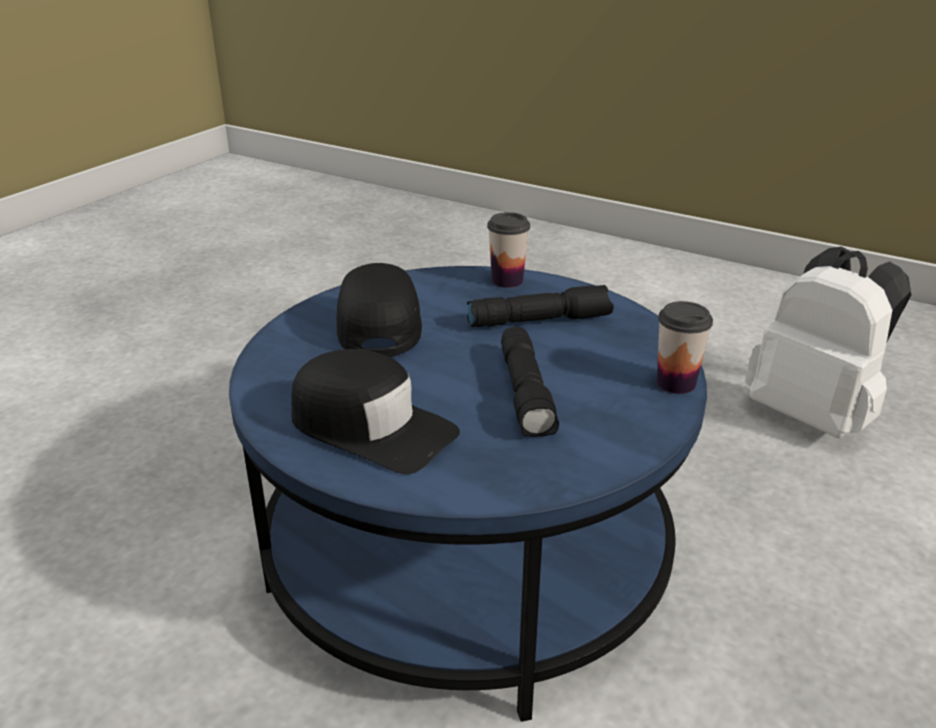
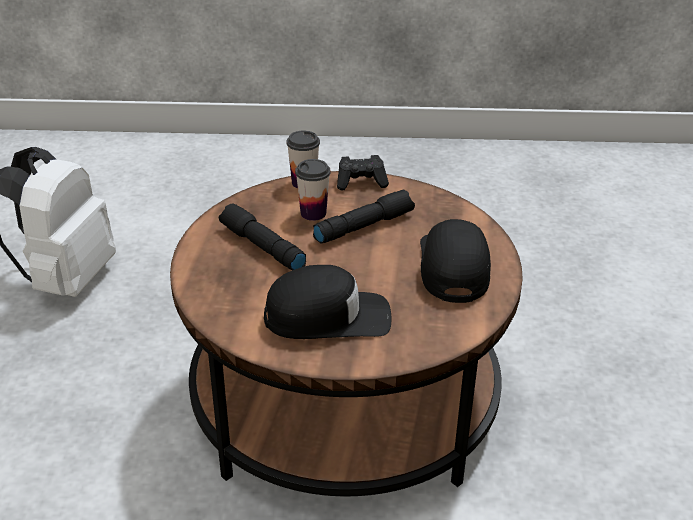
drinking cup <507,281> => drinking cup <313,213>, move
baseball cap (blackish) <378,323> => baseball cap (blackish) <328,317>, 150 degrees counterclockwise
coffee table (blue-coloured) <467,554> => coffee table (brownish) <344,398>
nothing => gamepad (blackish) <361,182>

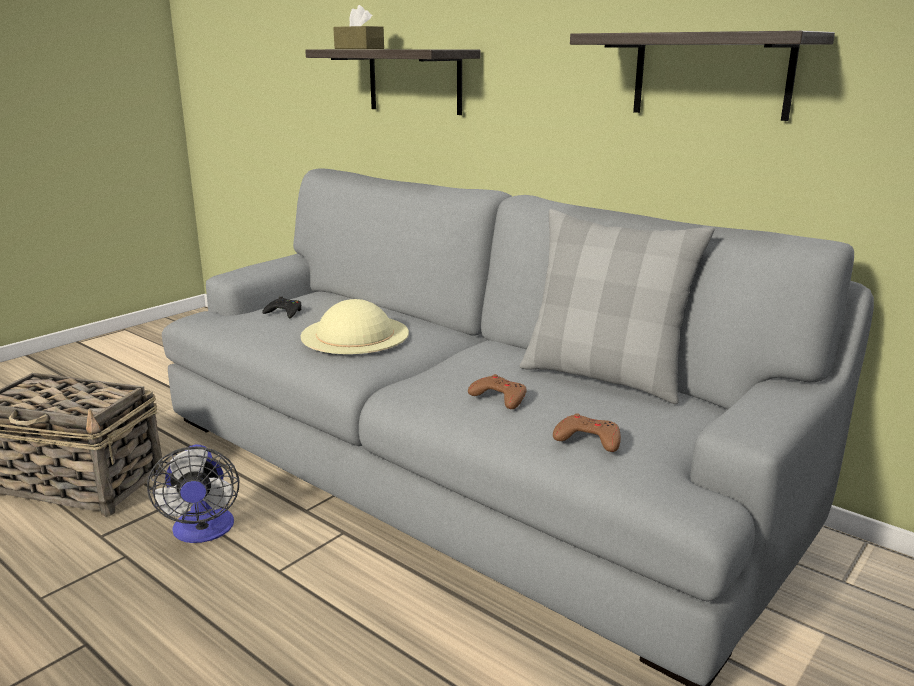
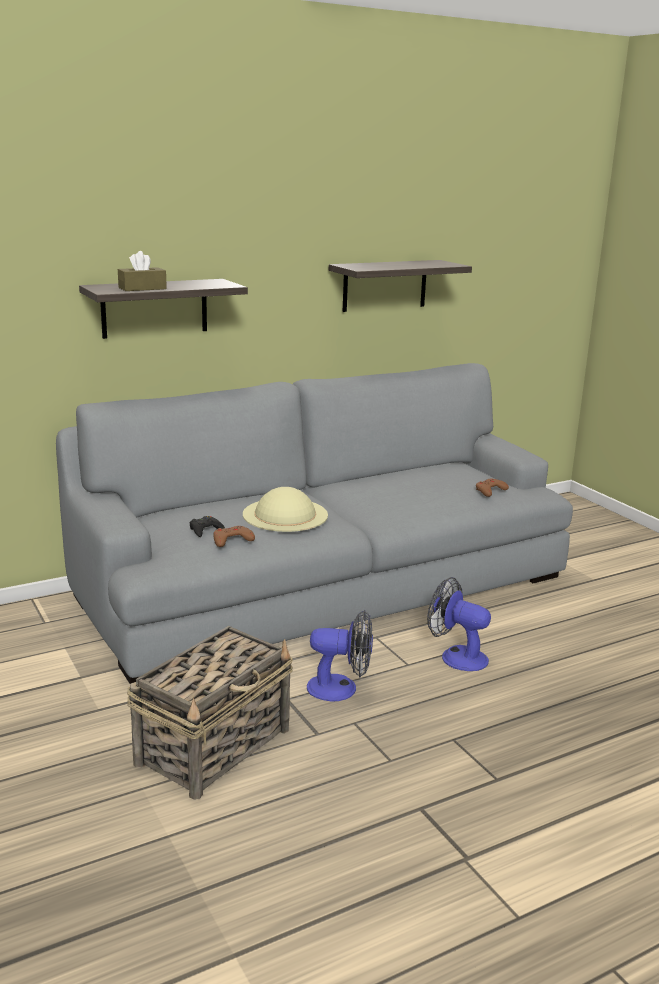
pillow (grey) <604,377> => nothing
gamepad (brownish) <499,397> => gamepad (brownish) <232,540>, move
nothing => fan <456,656>

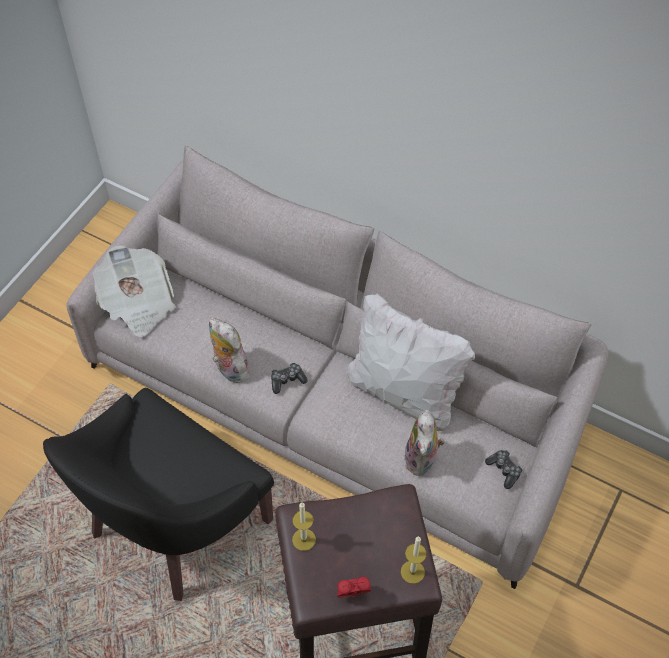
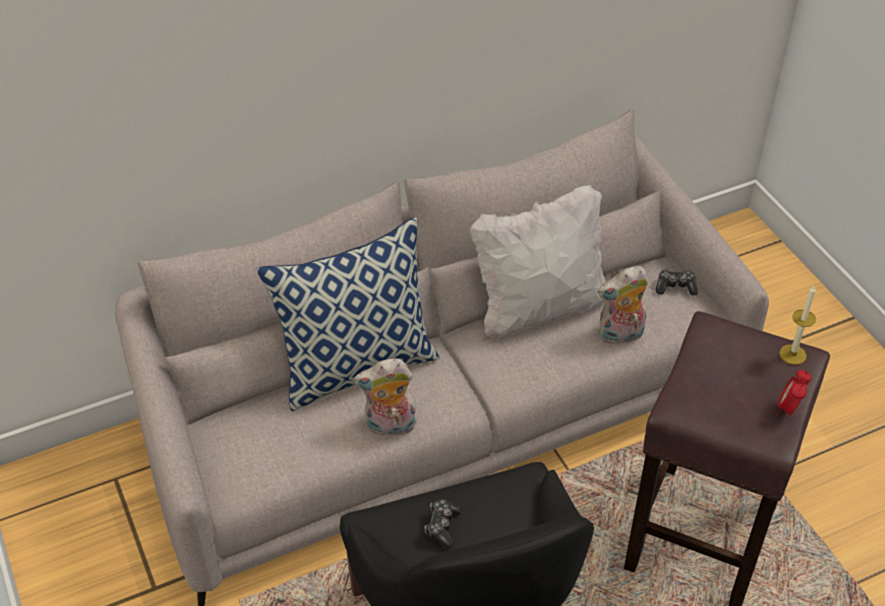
newspaper <137,303> => nothing
gamepad <287,380> => gamepad <442,526>, move
soft toy <422,460> => soft toy <620,336>, 120 degrees clockwise
wax candle <304,539> => nothing
nothing => pillow <357,366>

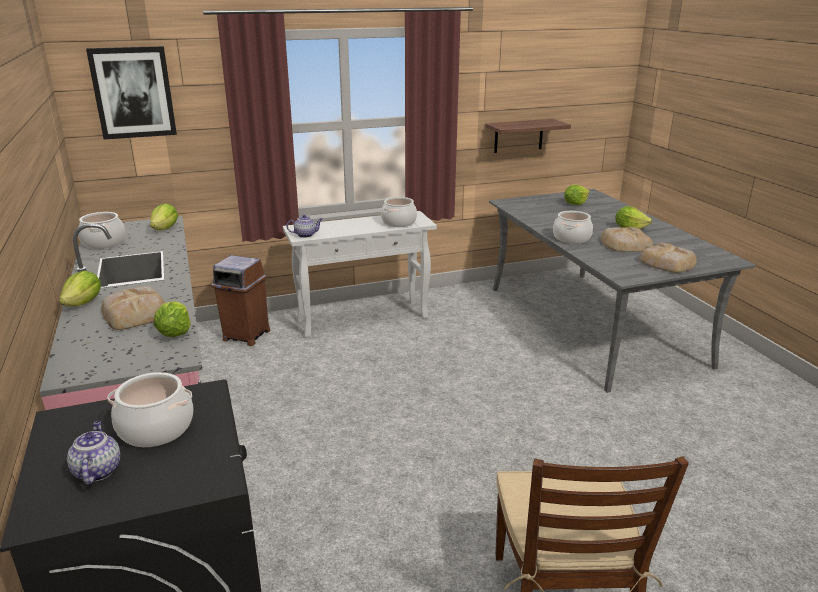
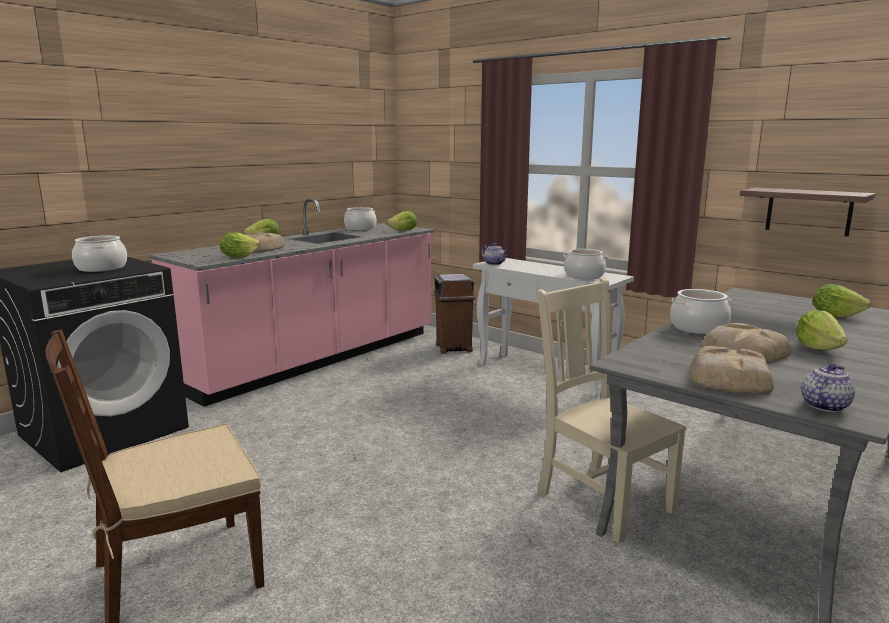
wall art <133,92> => nothing
pot for tea <97,471> => pot for tea <824,405>, move
nothing => plain chair (beige-coloured) <601,499>

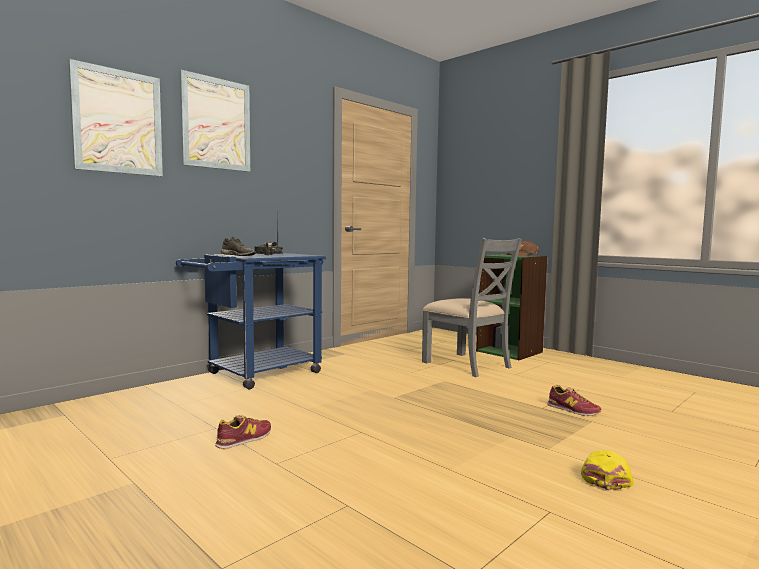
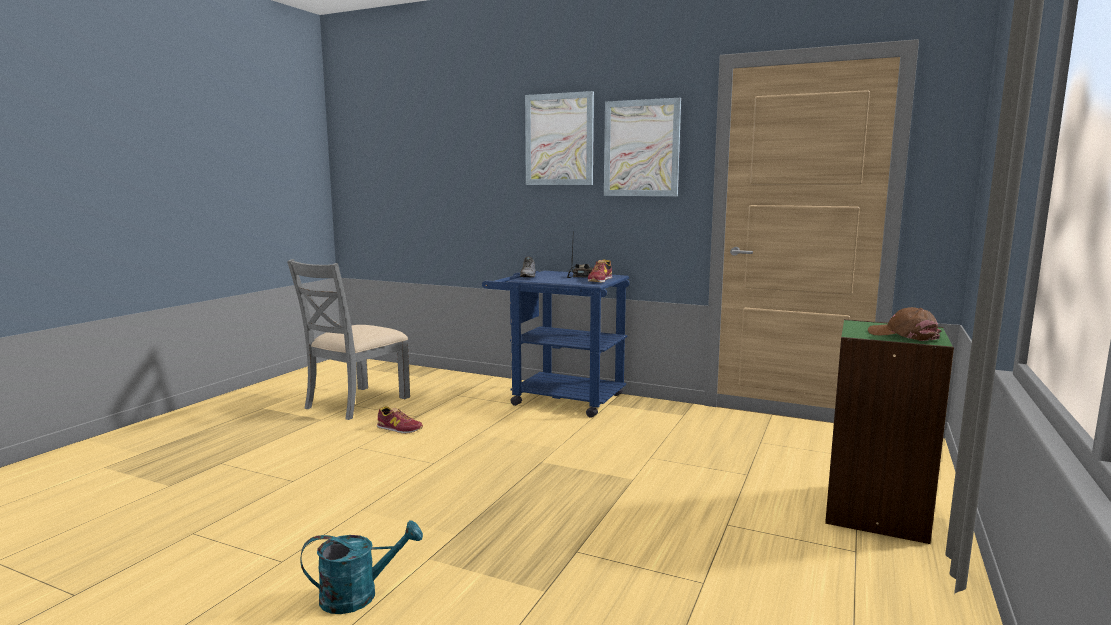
wall art <118,122> => wall art <641,148>, move
plain chair (grey) <467,365> => plain chair (grey) <356,402>, move
shoe <572,410> => shoe <600,280>, move
baseball cap (yellow-coloured) <606,477> => watering pot (blue-green) <359,595>

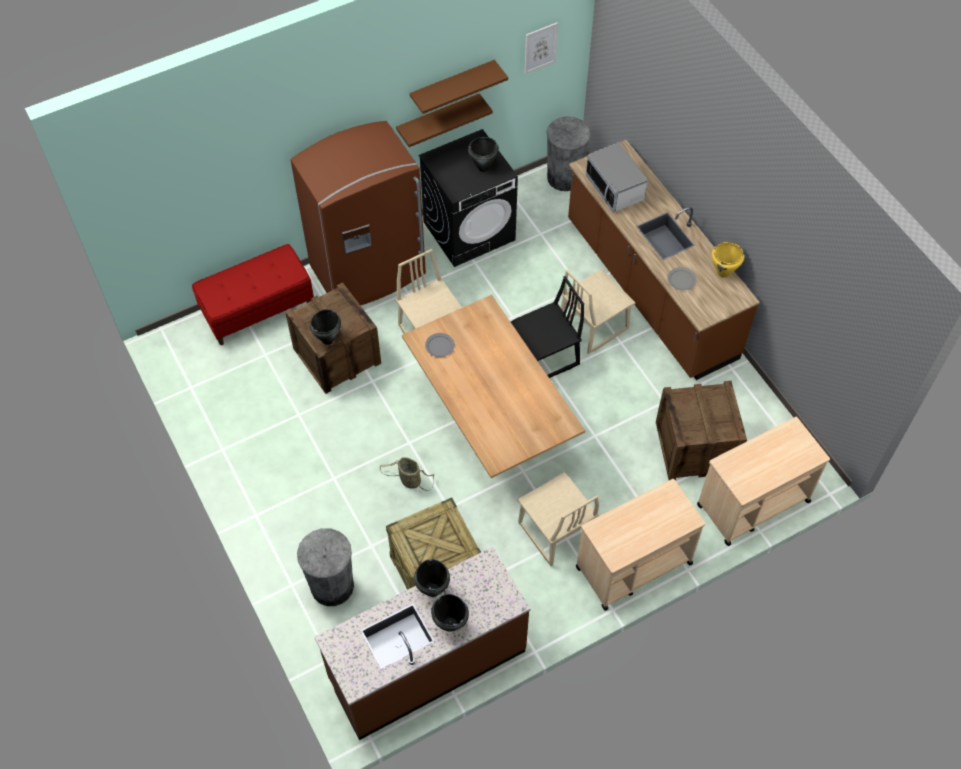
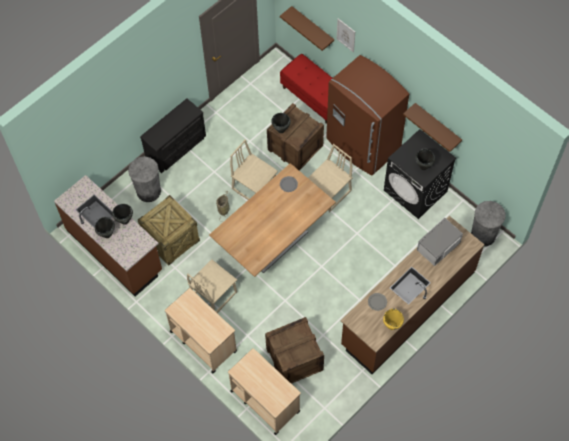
wall art <540,48> => wall art <346,35>, move
bracket shelf (brownish) <452,85> => bracket shelf (brownish) <312,27>, move
plain chair (beige-coloured) <592,325> => plain chair (beige-coloured) <254,186>, move
plain chair (blackish) <544,357> => nothing
nothing => dresser (blackish) <177,148>

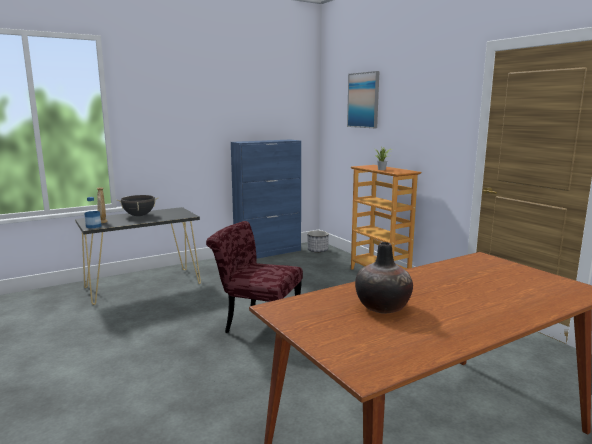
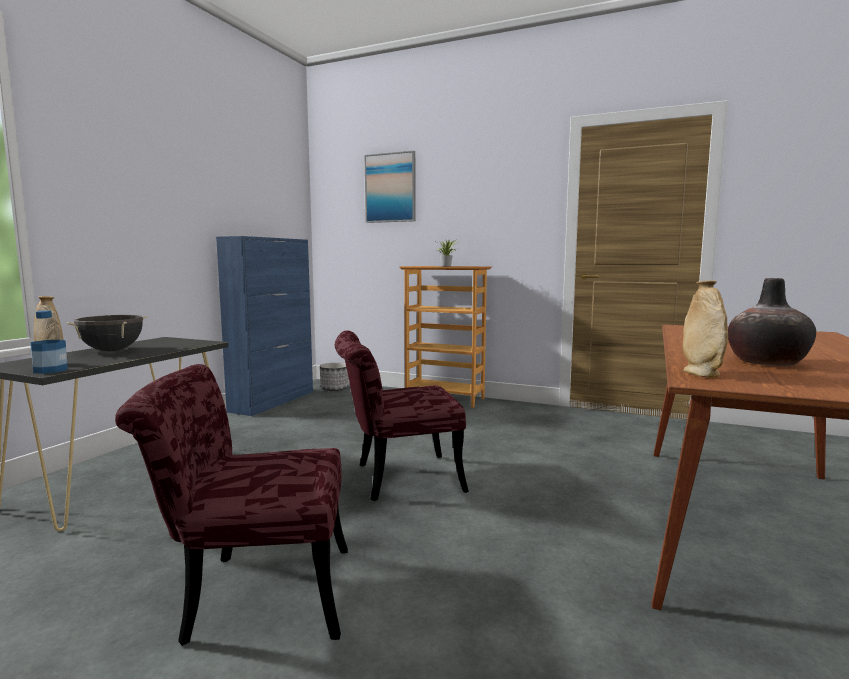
nothing => flower vase (beige-coloured) <701,374>
nothing => plain chair (reddish) <252,594>

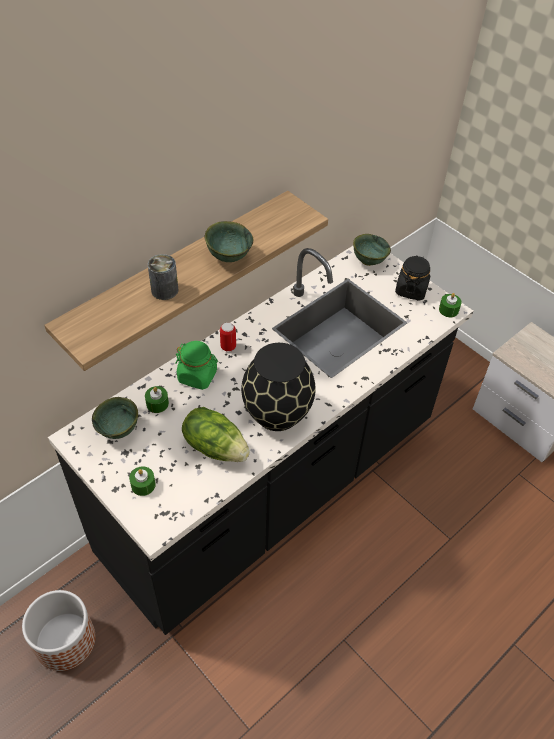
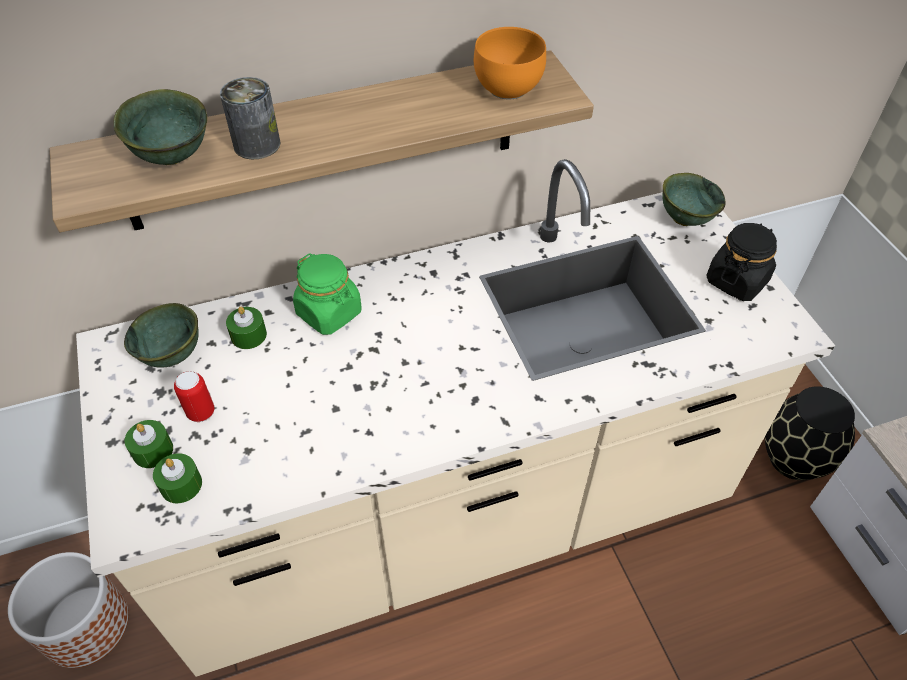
deep dish (greenish) <228,256> => deep dish (greenish) <173,156>, move
counter (blackish) <272,488> => counter (beige-coloured) <453,518>
wax candle (greenish) <448,310> => wax candle (greenish) <181,485>, move
can <228,347> => can <201,412>, move
flower vase (blackish) <278,413> => flower vase (blackish) <794,459>, move
lettuce <215,446> => nothing
nothing => deep dish (orange-coloured) <505,88>

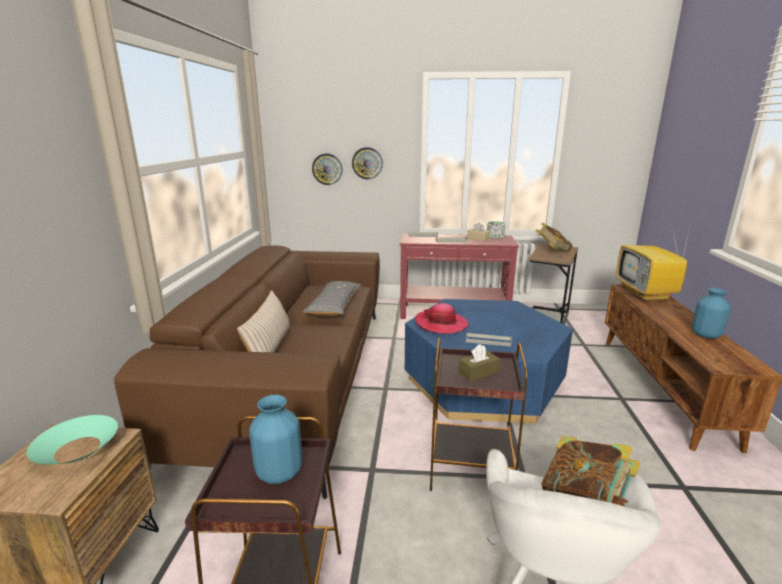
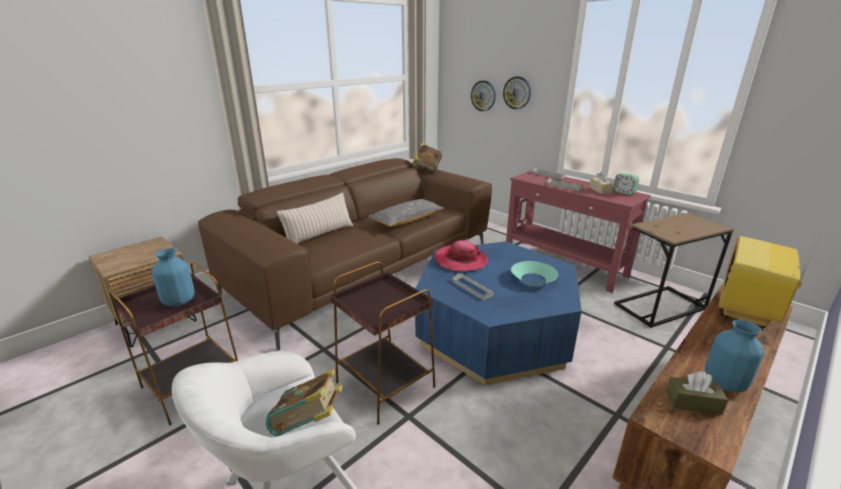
book <552,250> => book <427,169>, move
tissue box (brownish) <478,372> => tissue box (brownish) <693,402>, move
deep dish (blue-green) <77,449> => deep dish (blue-green) <533,279>, move

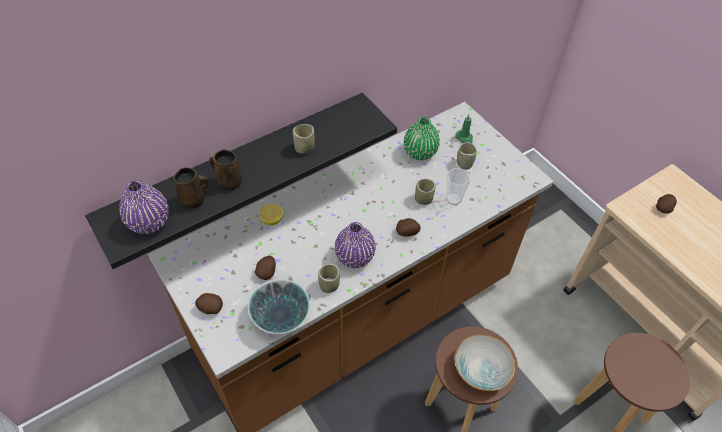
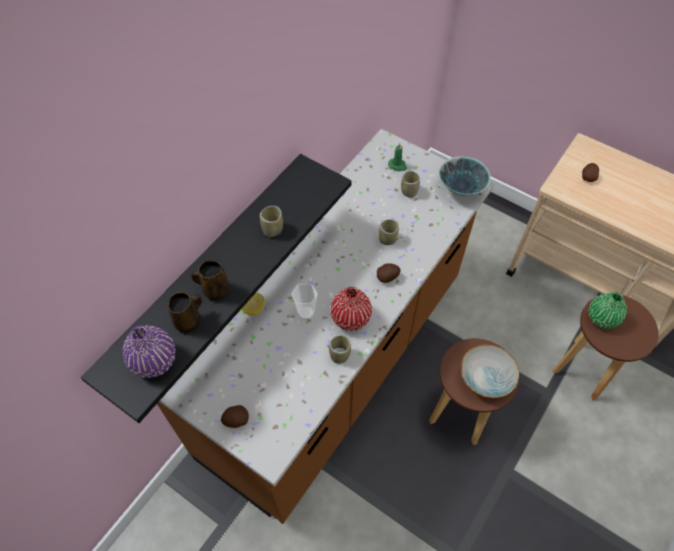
flower vase (greenish) <420,153> => flower vase (greenish) <601,318>, move
drinking cup <453,199> => drinking cup <305,313>, move
flower vase (purple-coloured) <355,257> => flower vase (reddish) <350,318>
spud <267,272> => nothing
deep dish <281,318> => deep dish <461,189>, move

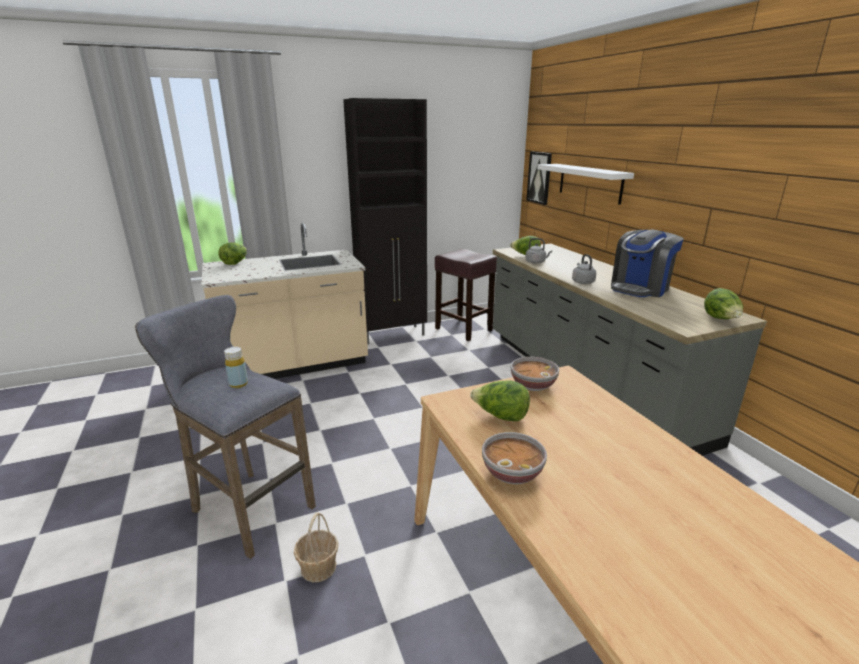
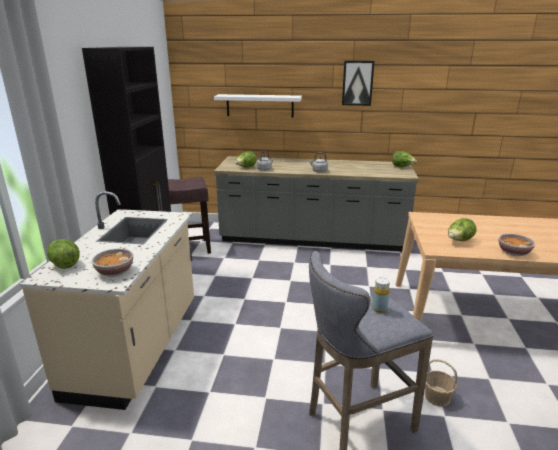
wall art <539,177> => wall art <357,83>, move
coffee brewer <640,288> => nothing
deep dish <532,385> => deep dish <114,272>, move

